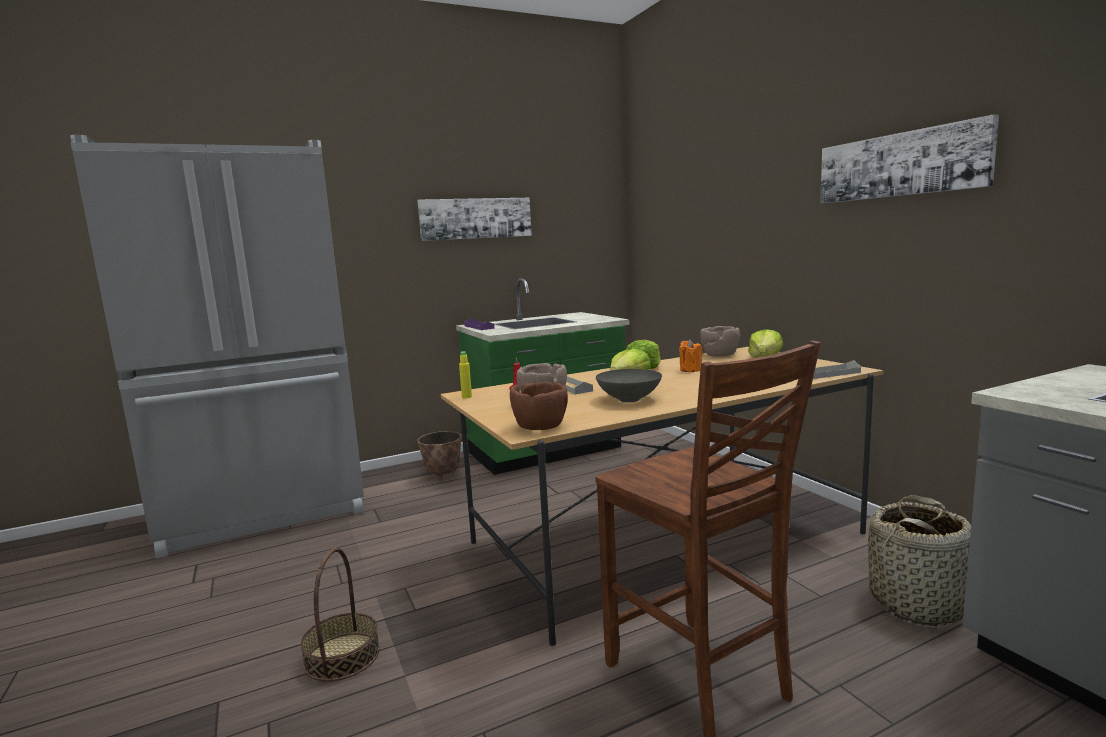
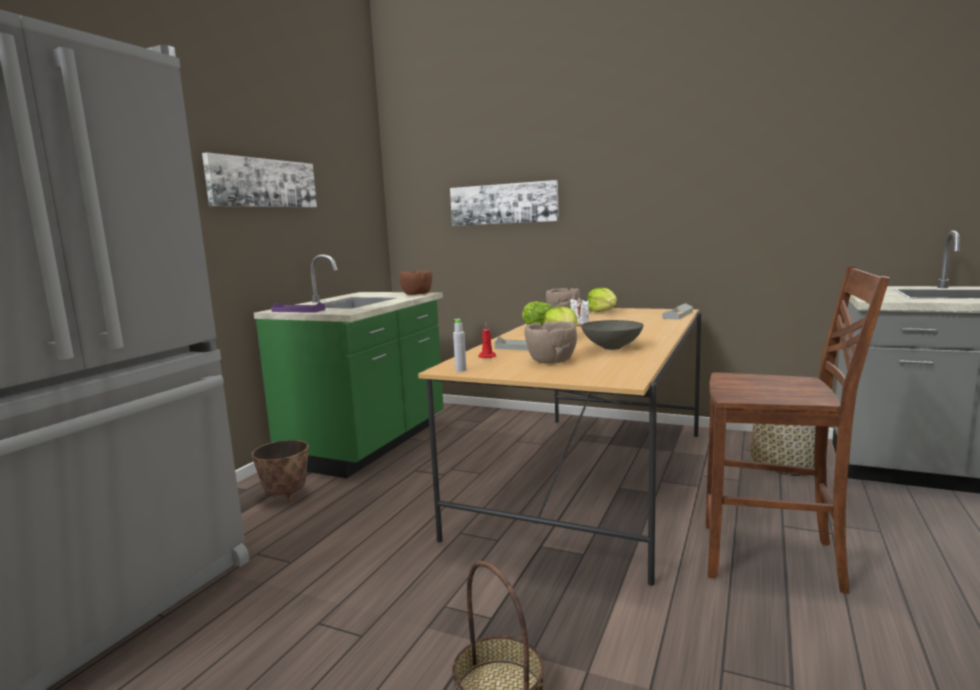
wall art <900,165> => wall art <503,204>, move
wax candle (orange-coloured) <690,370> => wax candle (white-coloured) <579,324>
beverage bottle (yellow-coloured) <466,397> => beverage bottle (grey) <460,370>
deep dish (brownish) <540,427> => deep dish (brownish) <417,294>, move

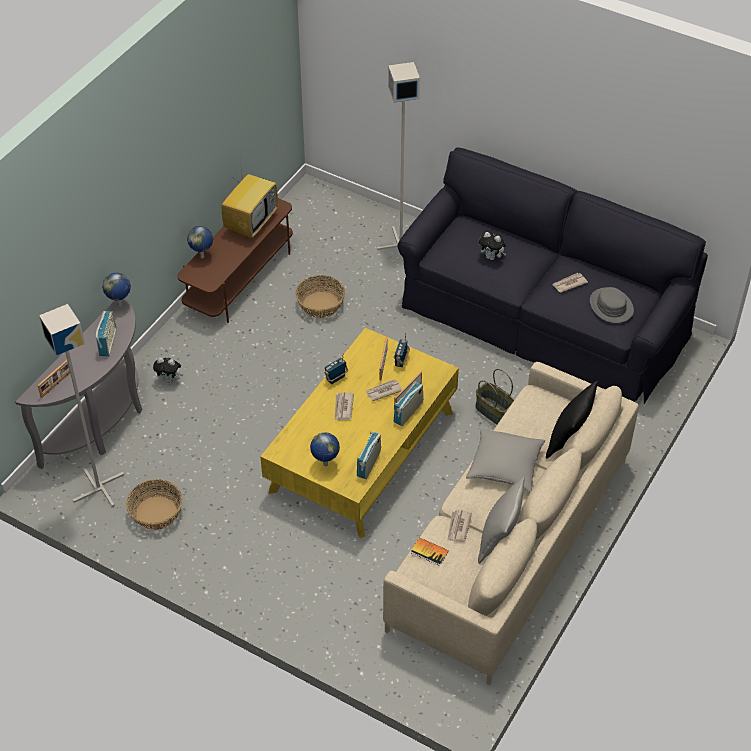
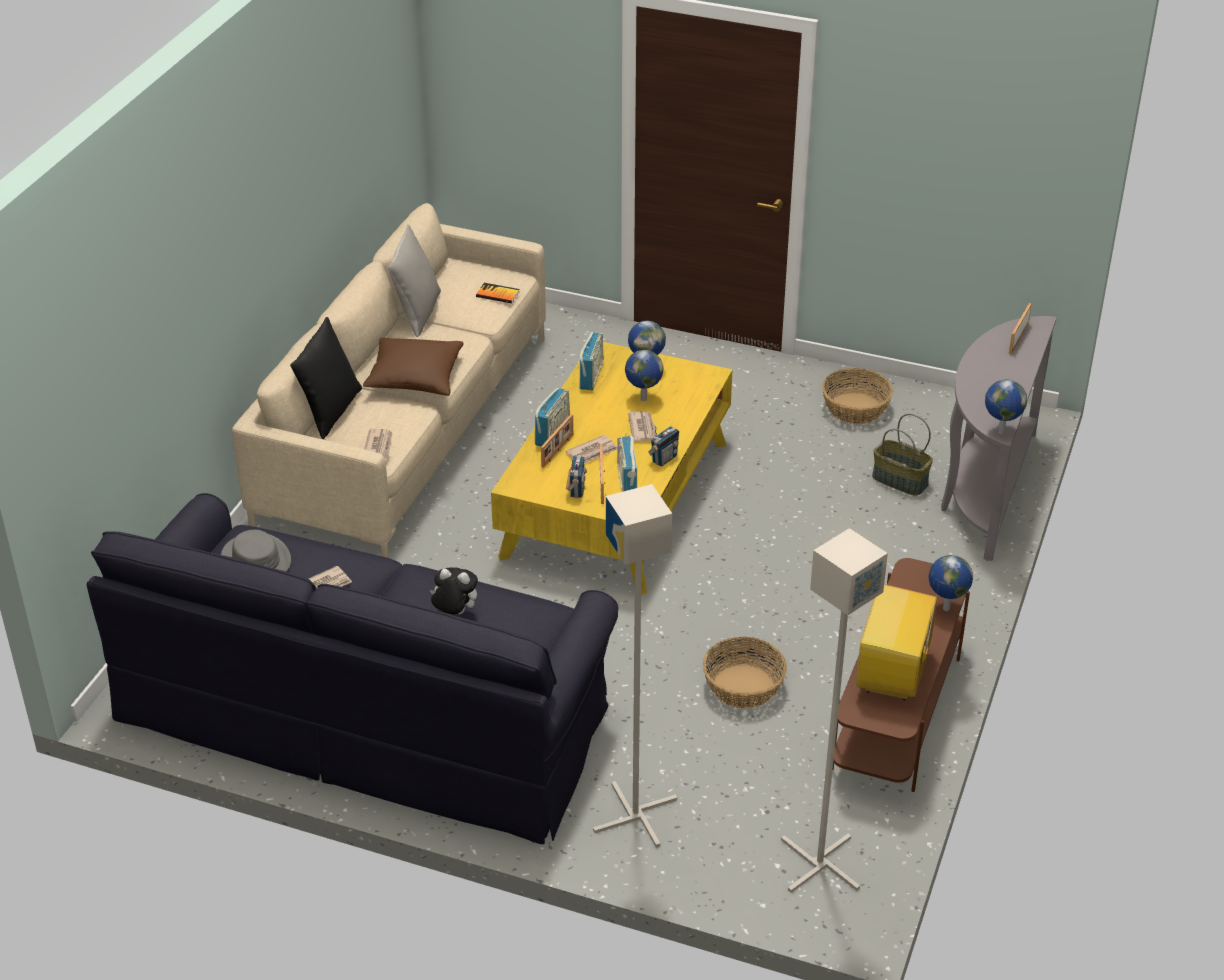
standing lamp (grey) <99,487> => standing lamp (grey) <819,865>, move
radio receiver <107,342> => radio receiver <627,482>, move
soft toy <170,380> => nothing
storage basket <494,412> => storage basket <899,481>, move
pillow (grey) <505,466> => pillow (brownish) <415,378>
newspaper <458,527> => newspaper <379,446>, move
nothing => globe <642,399>

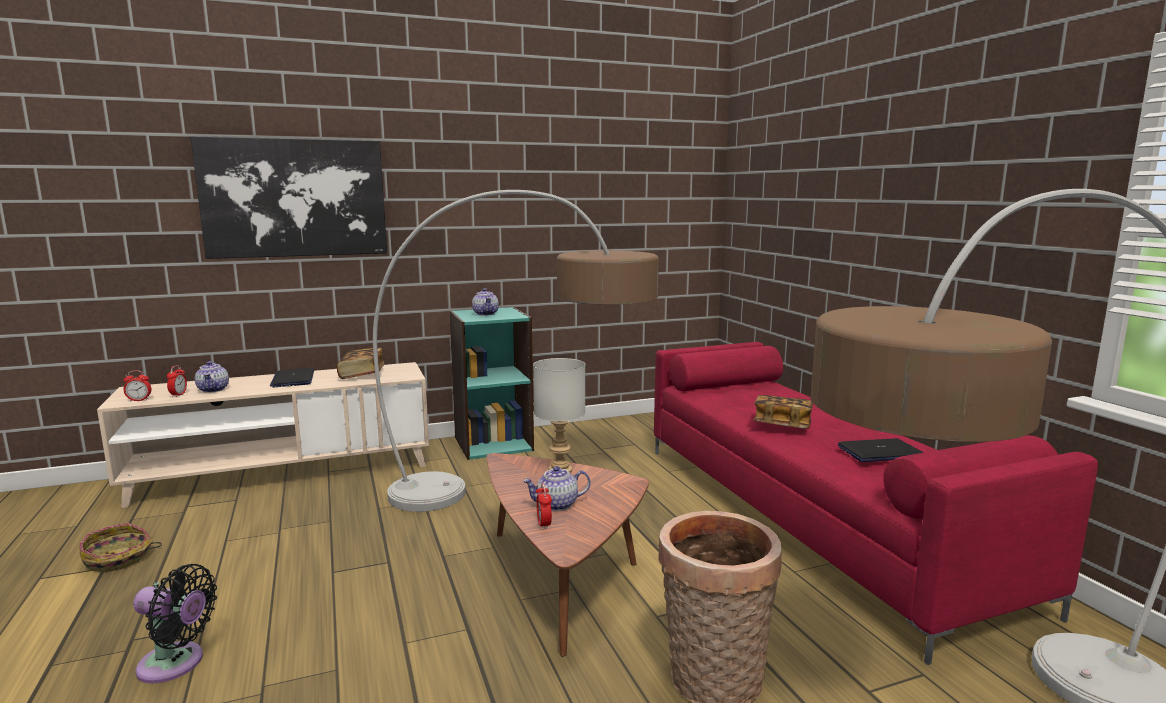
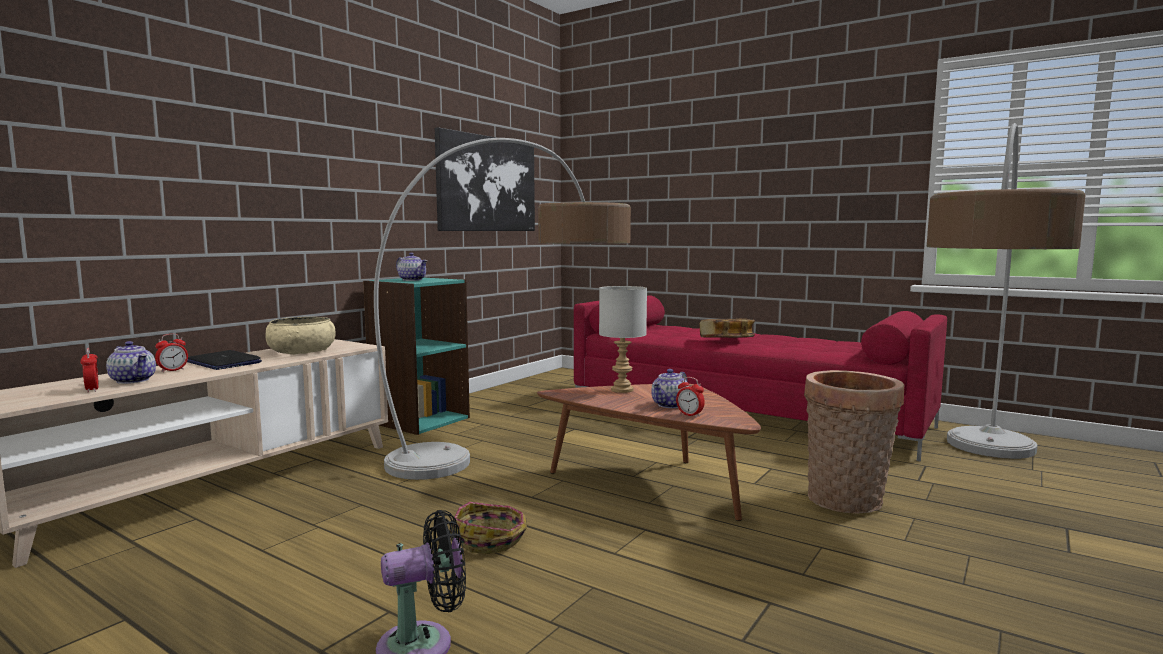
wall art <295,198> => wall art <487,184>, move
book <362,374> => deep dish (beige-coloured) <302,351>
table clock <139,400> => table clock <172,370>, move
portable computer <880,452> => nothing
storage basket <118,559> => storage basket <491,539>, move

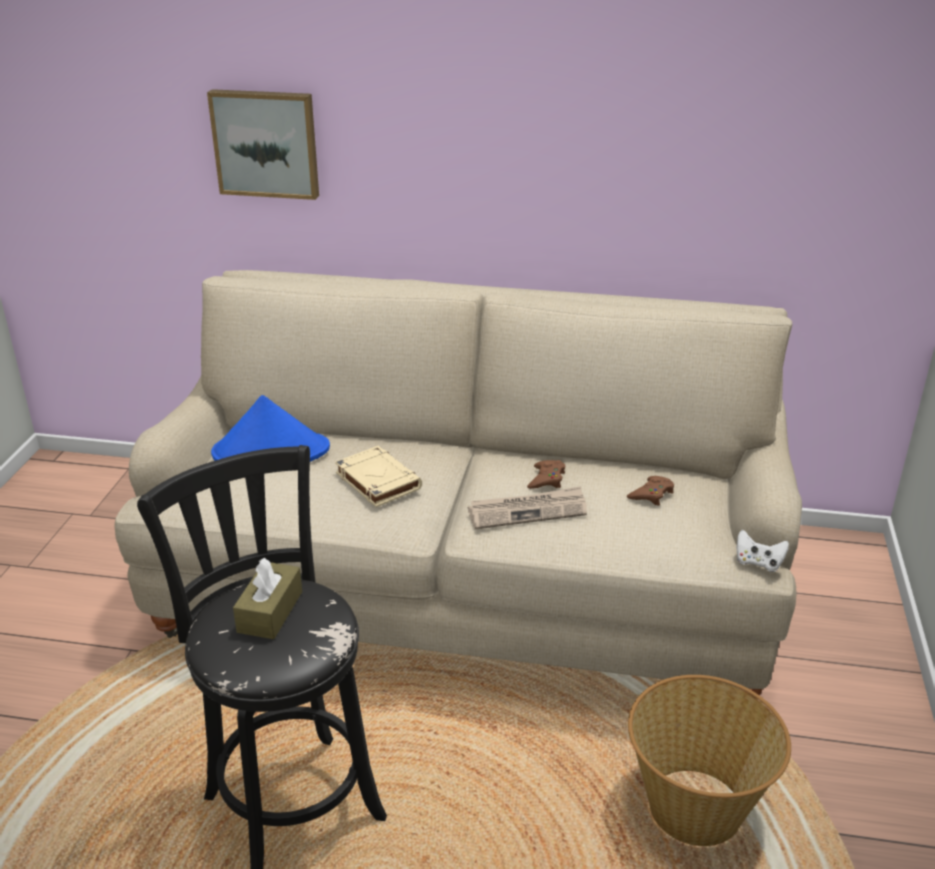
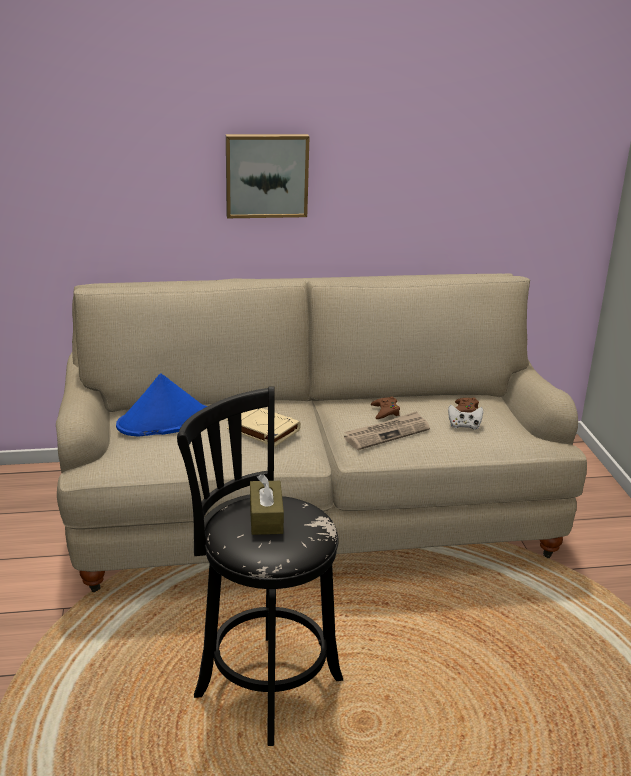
wall art <266,143> => wall art <266,175>, move
gamepad (white-coloured) <758,563> => gamepad (white-coloured) <464,426>, move
storage basket <695,807> => nothing

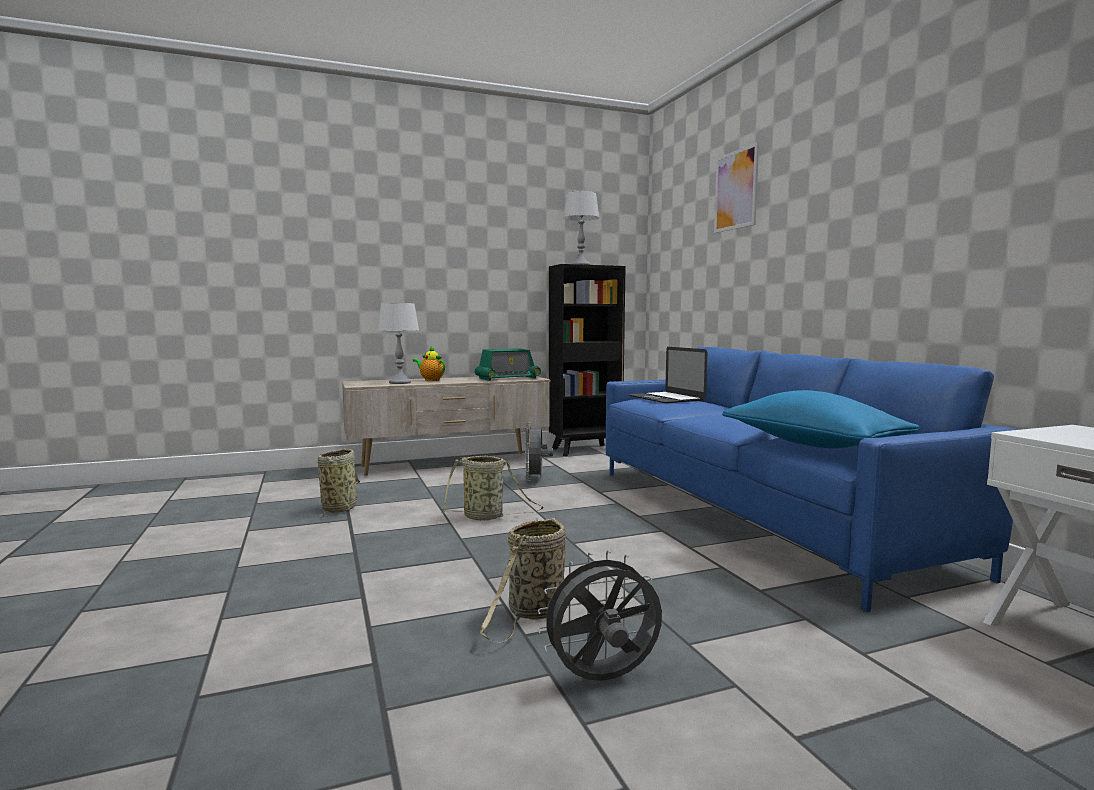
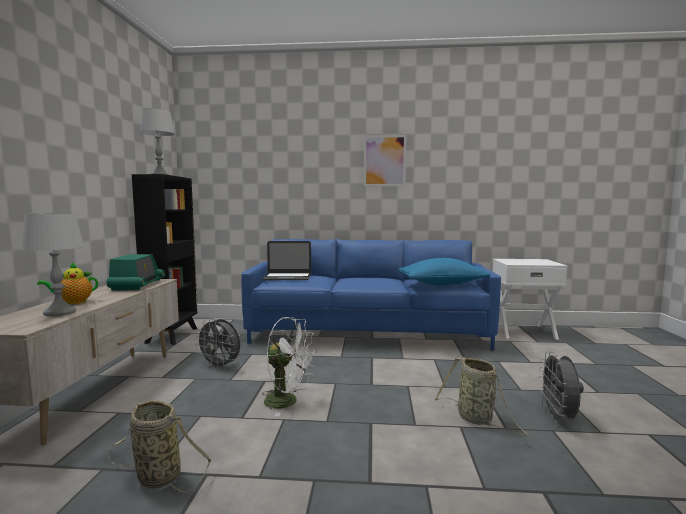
wall art <736,190> => wall art <384,161>, move
storage basket <486,517> => fan (white-coloured) <288,402>

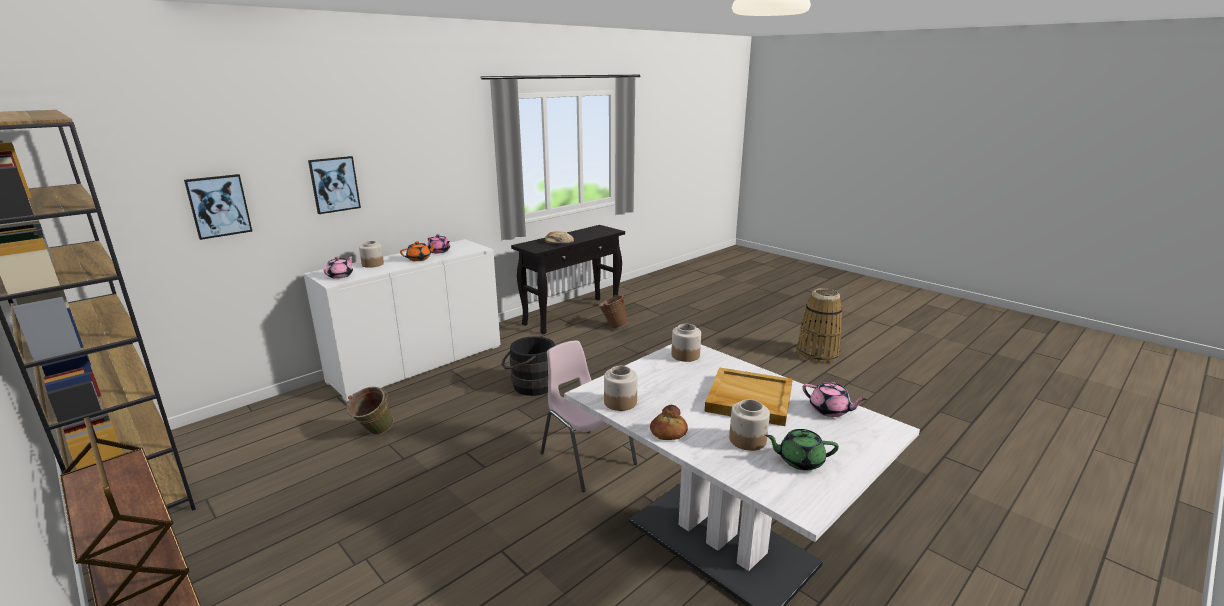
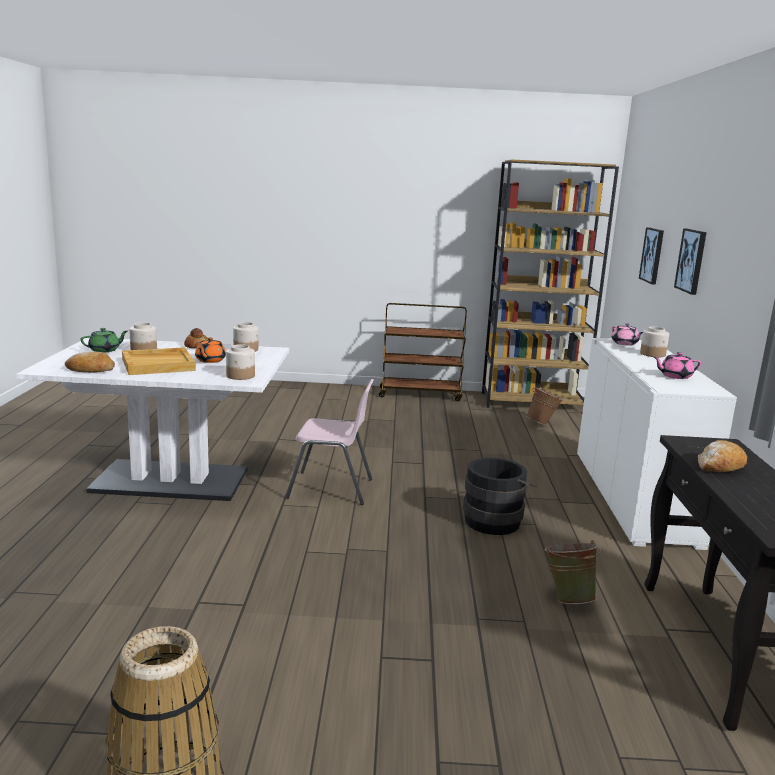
pot for tea (orange-coloured) <419,259> => pot for tea (orange-coloured) <210,360>, move
water bucket (brownish) <613,326> => water bucket (brownish) <543,424>, move
pot for tea (pink-coloured) <830,410> => bread <90,370>
water bucket (greenish) <373,433> => water bucket (greenish) <568,598>, move

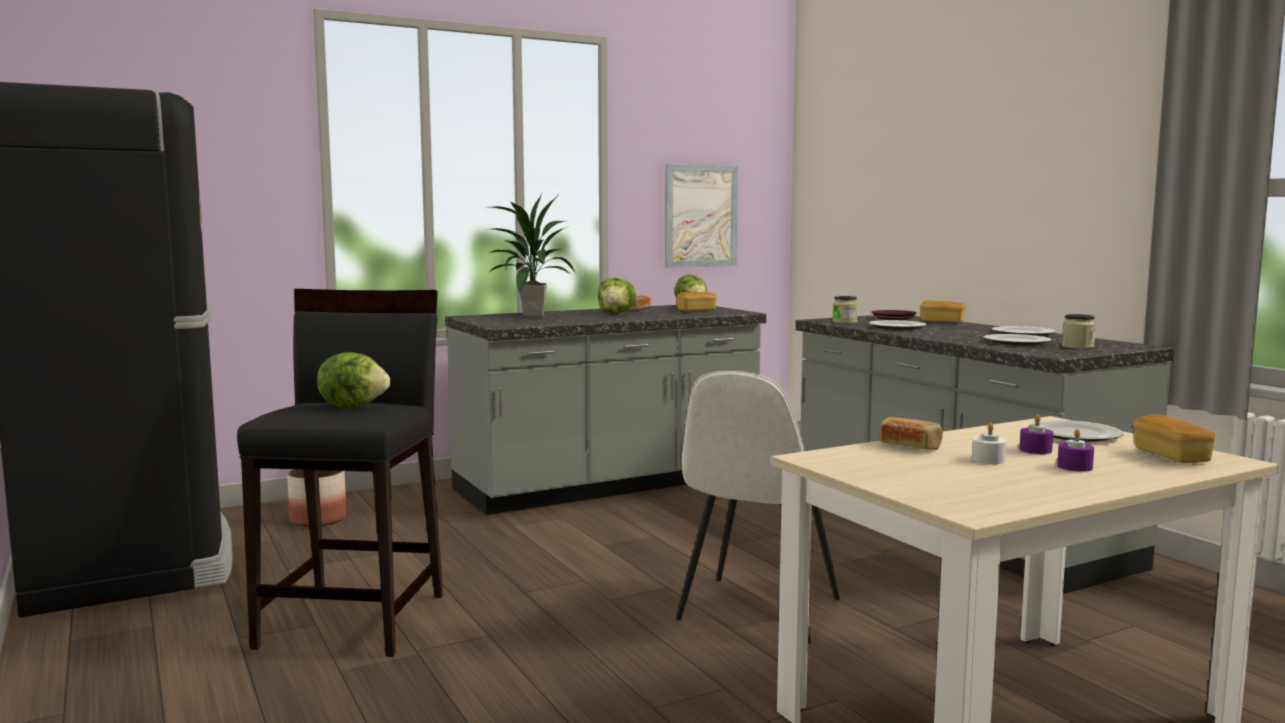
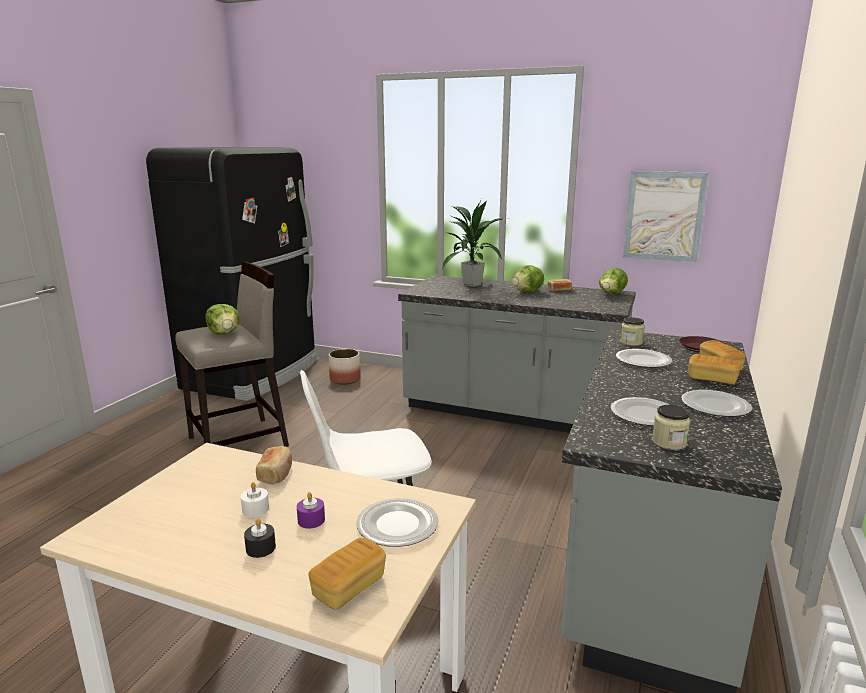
sitting stool (blackish) <355,619> => sitting stool (beige-coloured) <239,441>
bread <696,311> => bread <712,379>, move
wax candle (purple-coloured) <1074,467> => wax candle (blackish) <260,548>

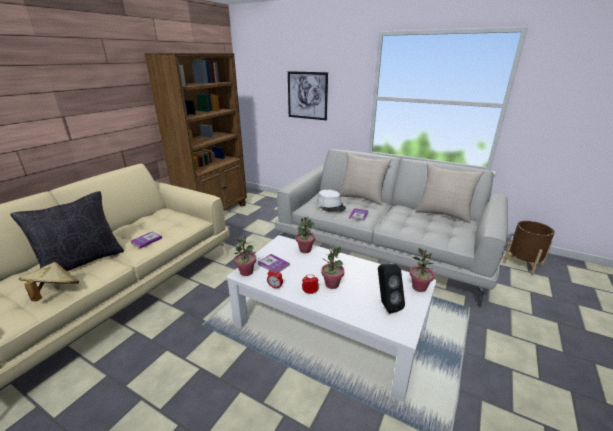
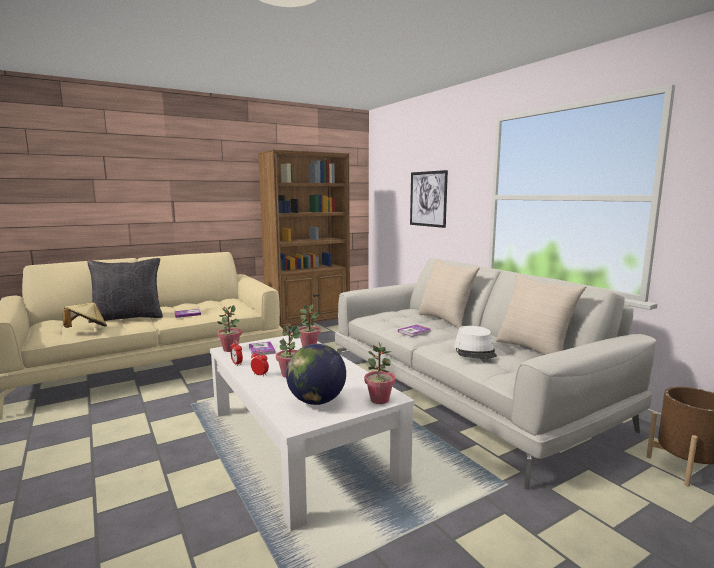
hat (white-coloured) <331,205> => hat (white-coloured) <475,351>, move
speaker (blackish) <386,305> => globe <317,401>

